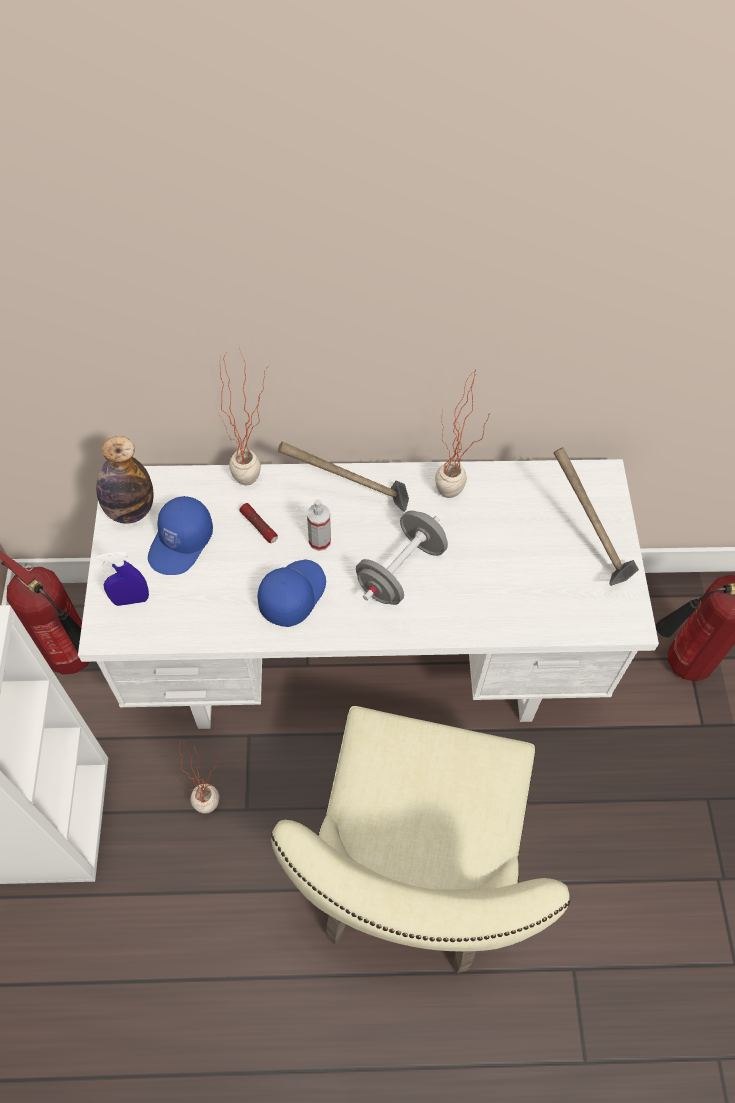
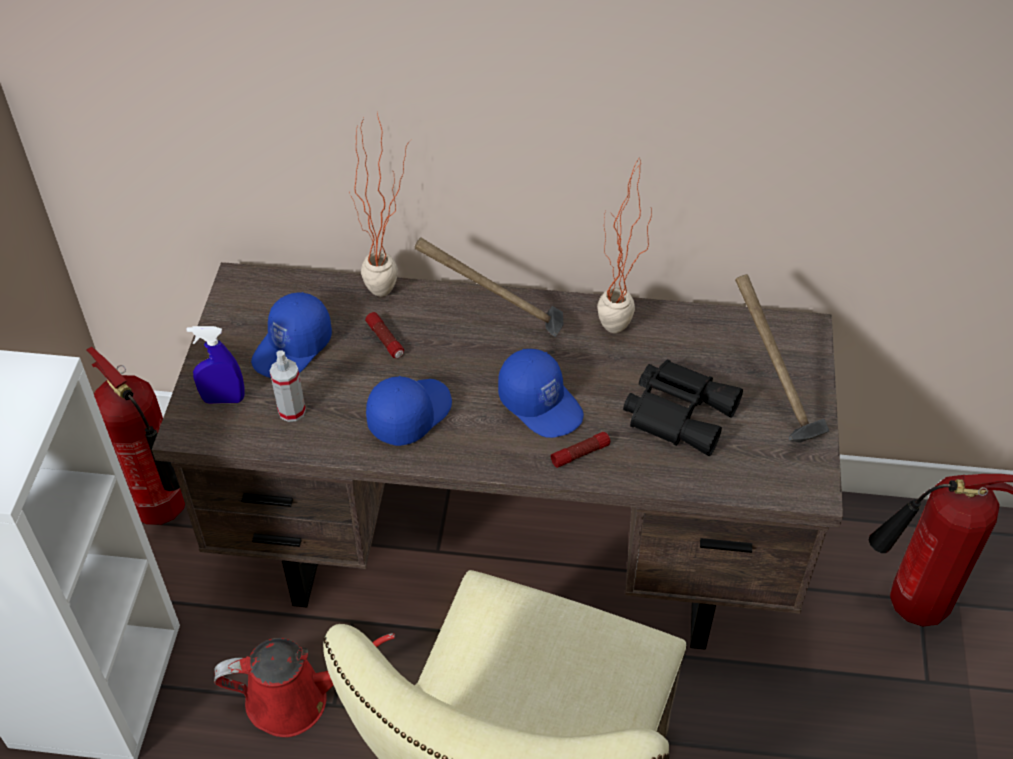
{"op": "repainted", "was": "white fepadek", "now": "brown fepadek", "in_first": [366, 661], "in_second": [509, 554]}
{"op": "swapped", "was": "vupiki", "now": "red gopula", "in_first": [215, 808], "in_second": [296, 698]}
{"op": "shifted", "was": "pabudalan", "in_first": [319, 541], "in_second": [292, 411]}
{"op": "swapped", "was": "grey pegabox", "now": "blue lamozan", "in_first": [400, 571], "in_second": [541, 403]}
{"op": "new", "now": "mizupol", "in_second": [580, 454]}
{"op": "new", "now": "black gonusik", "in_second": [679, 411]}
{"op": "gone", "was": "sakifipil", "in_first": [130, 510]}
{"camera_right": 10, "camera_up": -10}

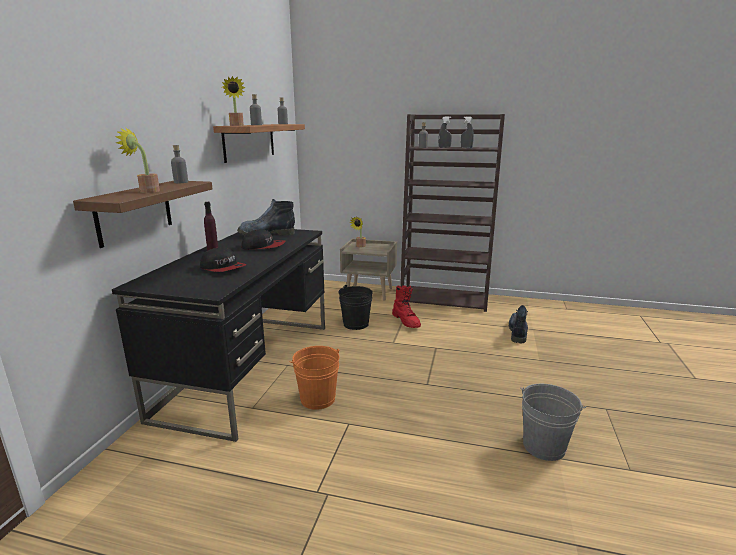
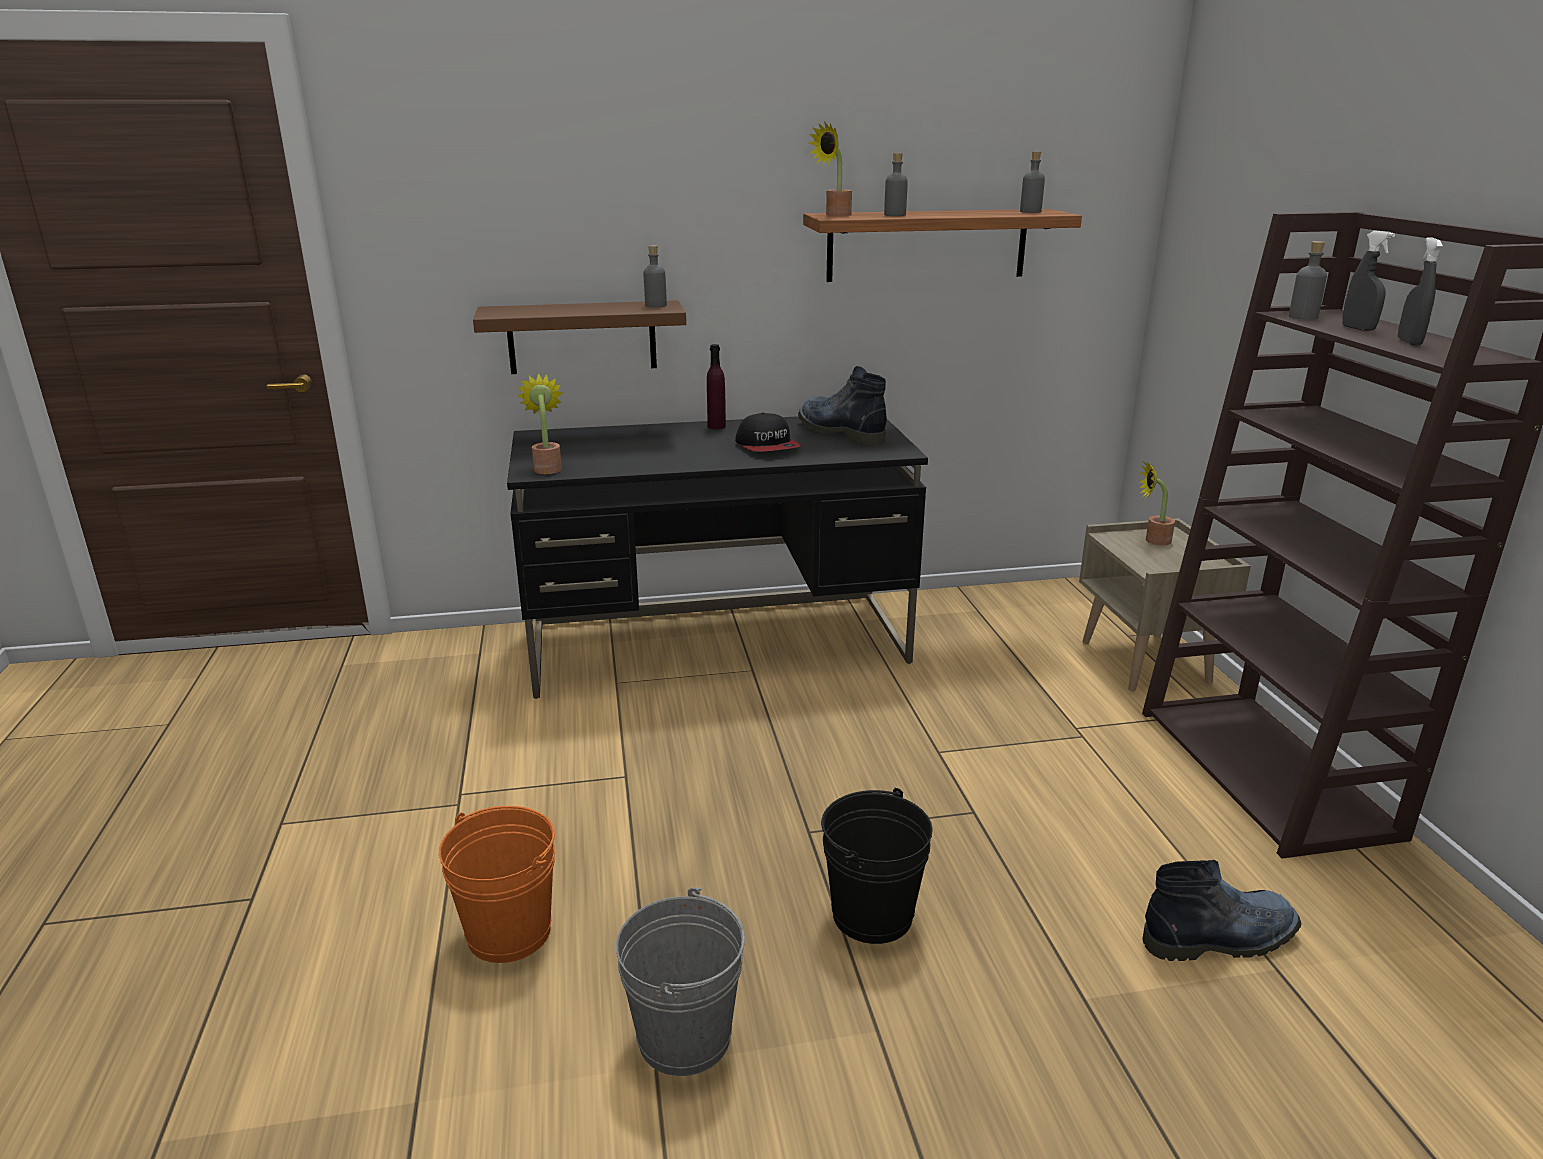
{"op": "shifted", "was": "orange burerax", "in_first": [318, 399], "in_second": [509, 932]}
{"op": "shifted", "was": "vupiki", "in_first": [146, 191], "in_second": [547, 468]}
{"op": "shifted", "was": "black burerax", "in_first": [355, 324], "in_second": [872, 914]}
{"op": "gone", "was": "lamozan", "in_first": [223, 268]}
{"op": "gone", "was": "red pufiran", "in_first": [406, 321]}
{"camera_right": 65, "camera_up": 5}

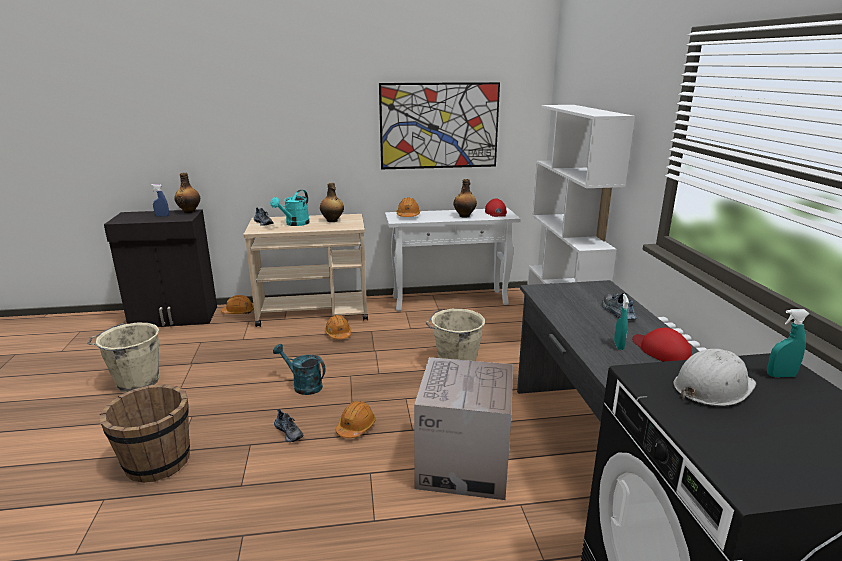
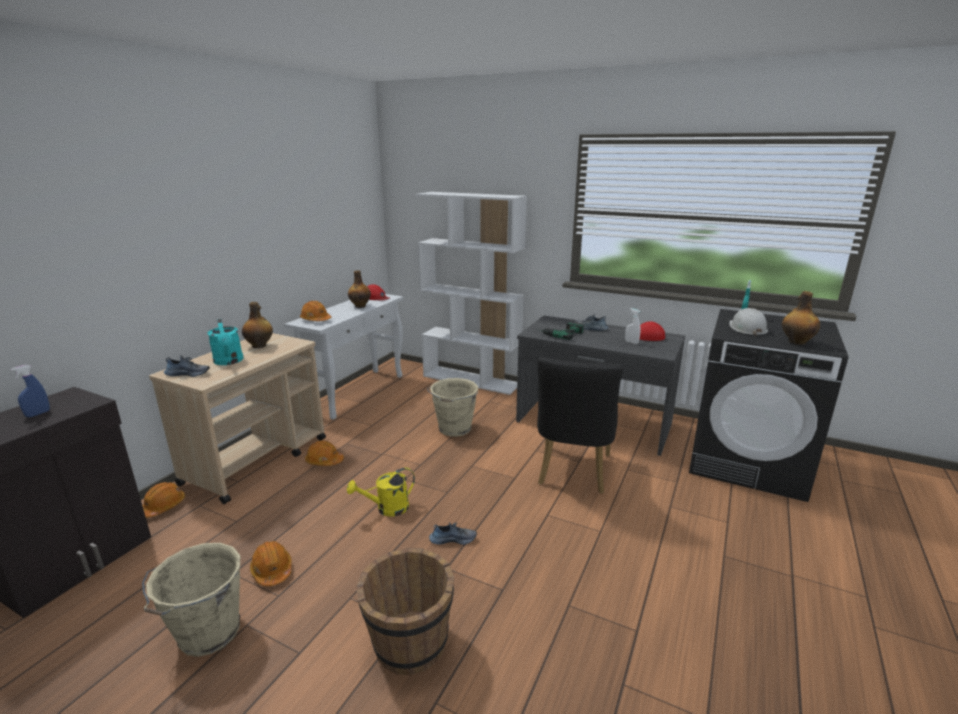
{"op": "shifted", "was": "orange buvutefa", "in_first": [356, 427], "in_second": [272, 570]}
{"op": "repainted", "was": "turquoise gopula", "now": "yellow gopula", "in_first": [303, 385], "in_second": [387, 509]}
{"op": "new", "now": "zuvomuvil", "in_second": [558, 333]}
{"op": "swapped", "was": "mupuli", "now": "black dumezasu", "in_first": [463, 464], "in_second": [572, 473]}
{"op": "repainted", "was": "turquoise pabudalan", "now": "white pabudalan", "in_first": [618, 345], "in_second": [631, 342]}
{"op": "shifted", "was": "sakifipil", "in_first": [189, 211], "in_second": [796, 342]}
{"op": "gone", "was": "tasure", "in_first": [439, 126]}
{"camera_right": -55, "camera_up": 0}

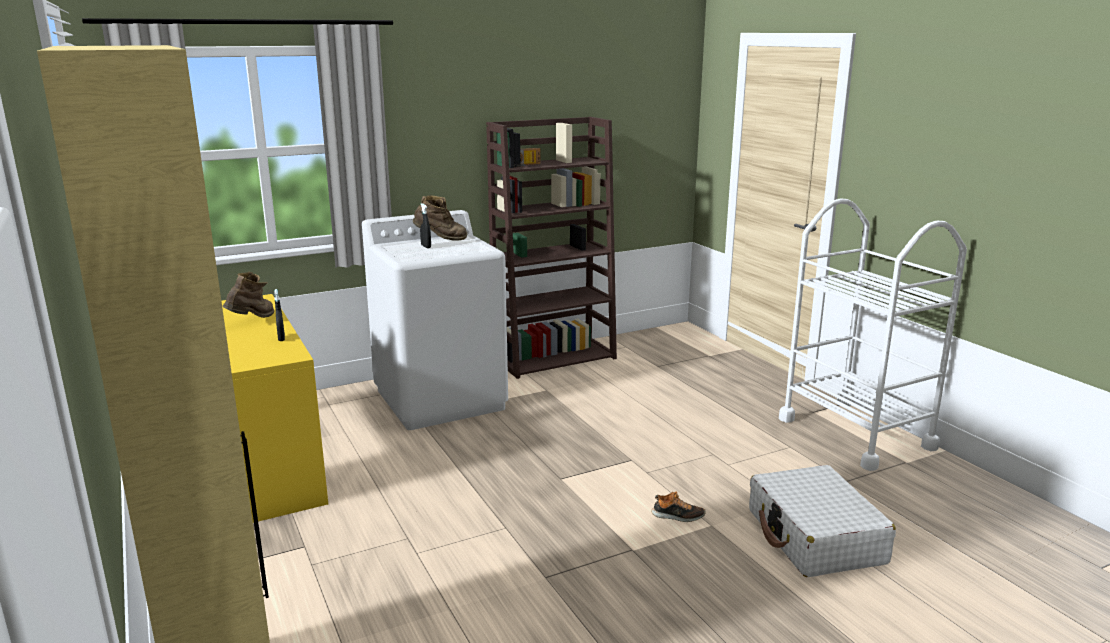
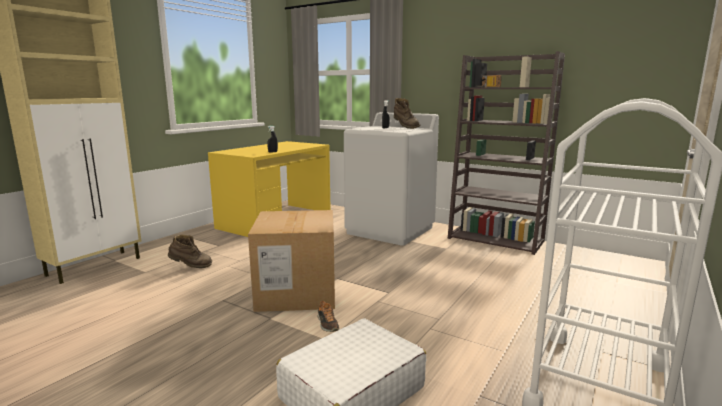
{"op": "shifted", "was": "brown pufiran", "in_first": [252, 320], "in_second": [190, 267]}
{"op": "new", "now": "mupuli", "in_second": [297, 292]}
{"camera_right": 60, "camera_up": -5}

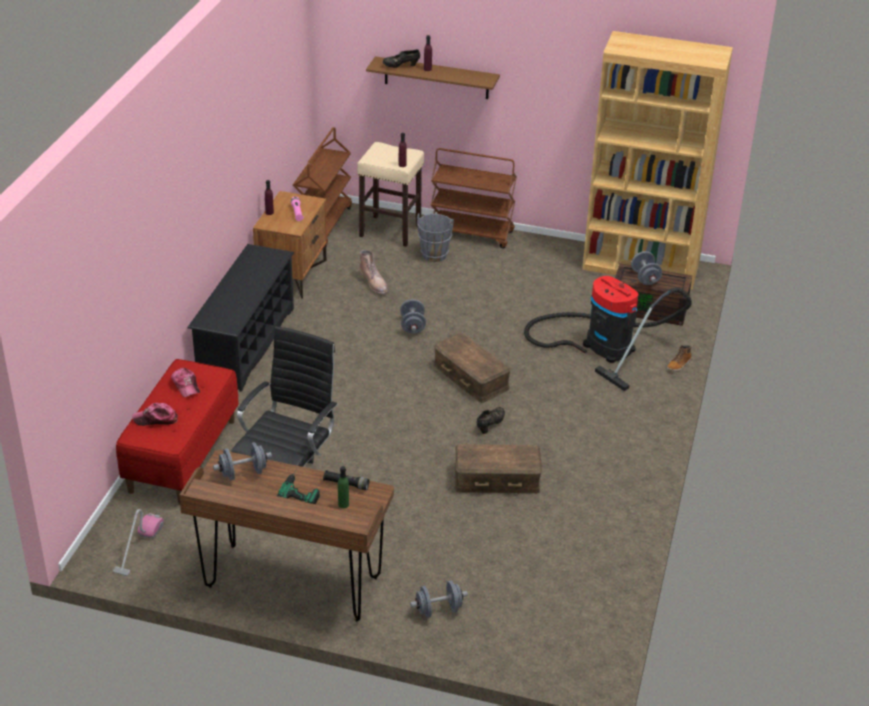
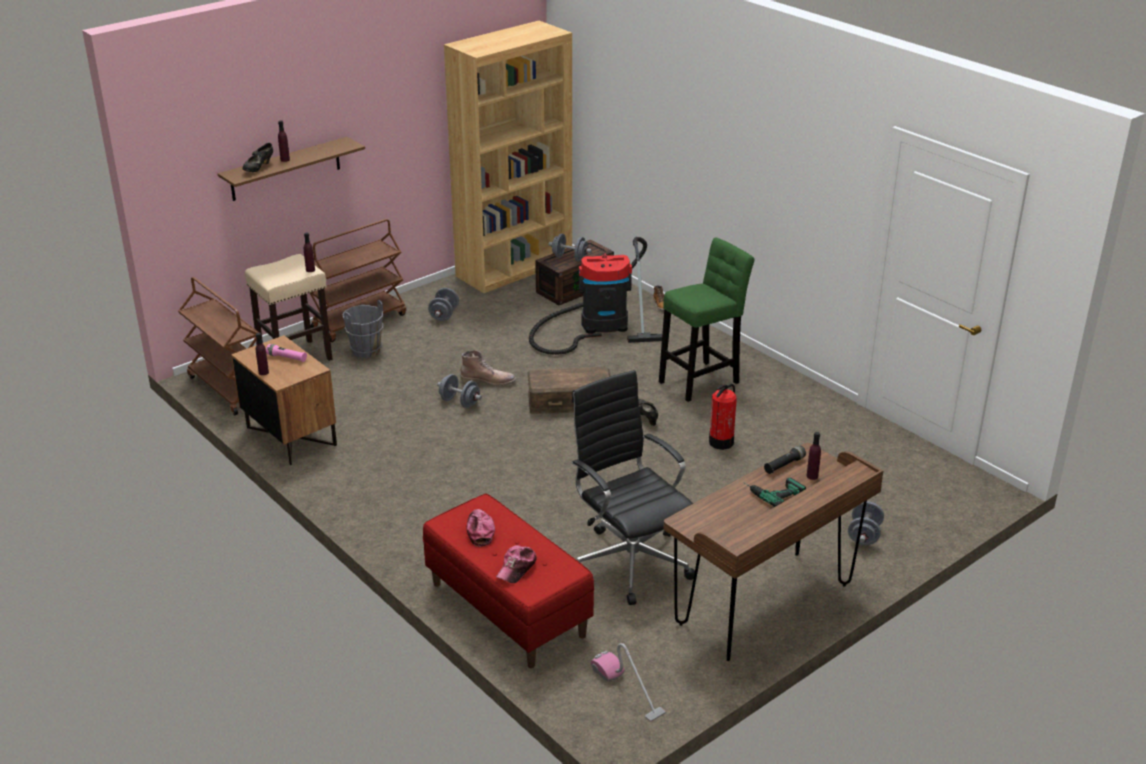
{"op": "shifted", "was": "grey pegabox", "in_first": [243, 473], "in_second": [444, 315]}
{"op": "shifted", "was": "brown pufiran", "in_first": [374, 284], "in_second": [488, 381]}
{"op": "rotated", "was": "lamozan", "in_first": [186, 385], "in_second": [480, 530], "clockwise": -105}
{"op": "new", "now": "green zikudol", "in_second": [702, 380]}
{"op": "swapped", "was": "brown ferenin", "now": "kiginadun", "in_first": [496, 479], "in_second": [721, 442]}
{"op": "repainted", "was": "green sakifipil", "now": "purple sakifipil", "in_first": [343, 504], "in_second": [812, 476]}
{"op": "gone", "was": "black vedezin", "in_first": [246, 344]}
{"camera_right": -55, "camera_up": -5}

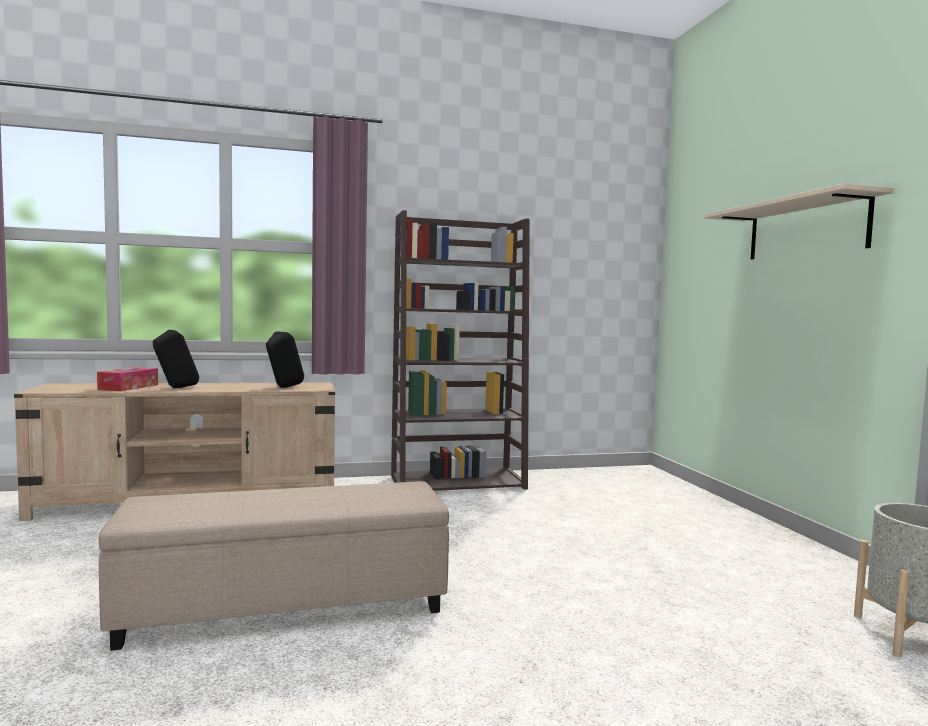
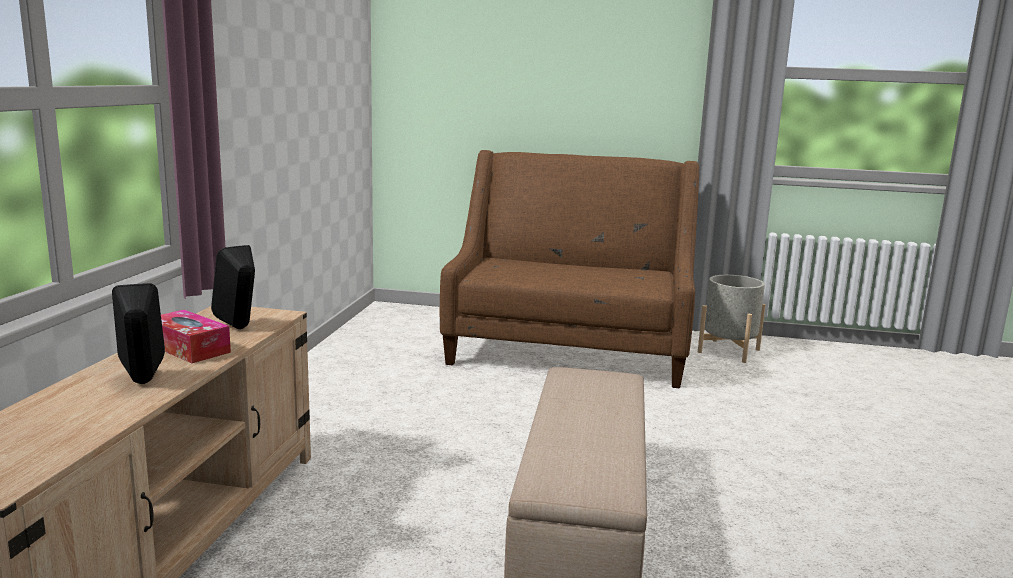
{"op": "shifted", "was": "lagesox", "in_first": [128, 387], "in_second": [188, 348]}
{"op": "new", "now": "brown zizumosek", "in_second": [568, 351]}
{"op": "gone", "was": "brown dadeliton", "in_first": [458, 482]}
{"op": "gone", "was": "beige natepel", "in_first": [806, 229]}
{"camera_right": -65, "camera_up": 10}

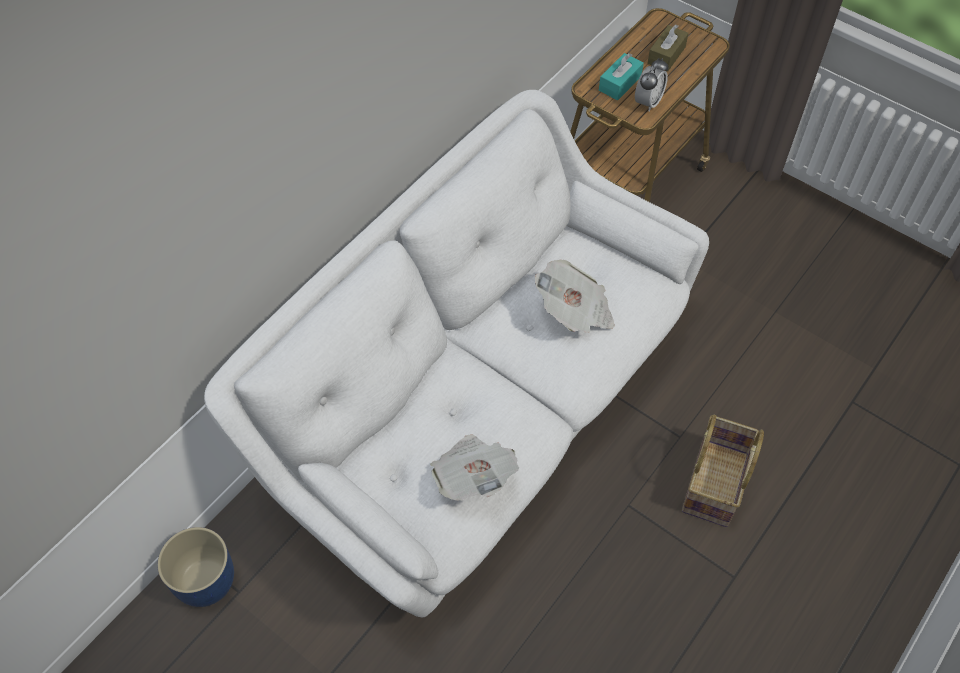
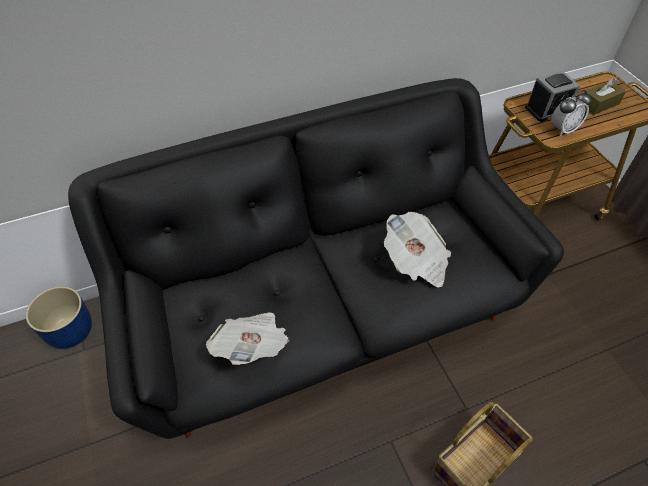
{"op": "repainted", "was": "white zizumosek", "now": "black zizumosek", "in_first": [480, 410], "in_second": [324, 310]}
{"op": "swapped", "was": "turquoise lagesox", "now": "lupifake", "in_first": [620, 83], "in_second": [547, 110]}
{"camera_right": 30, "camera_up": -5}

